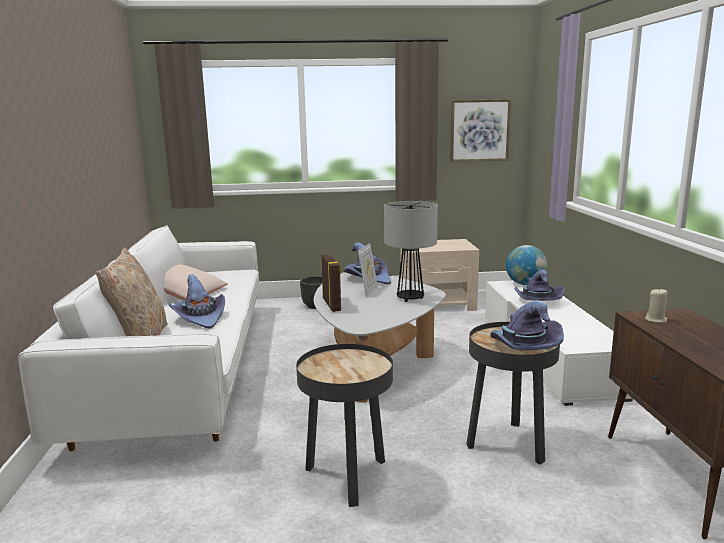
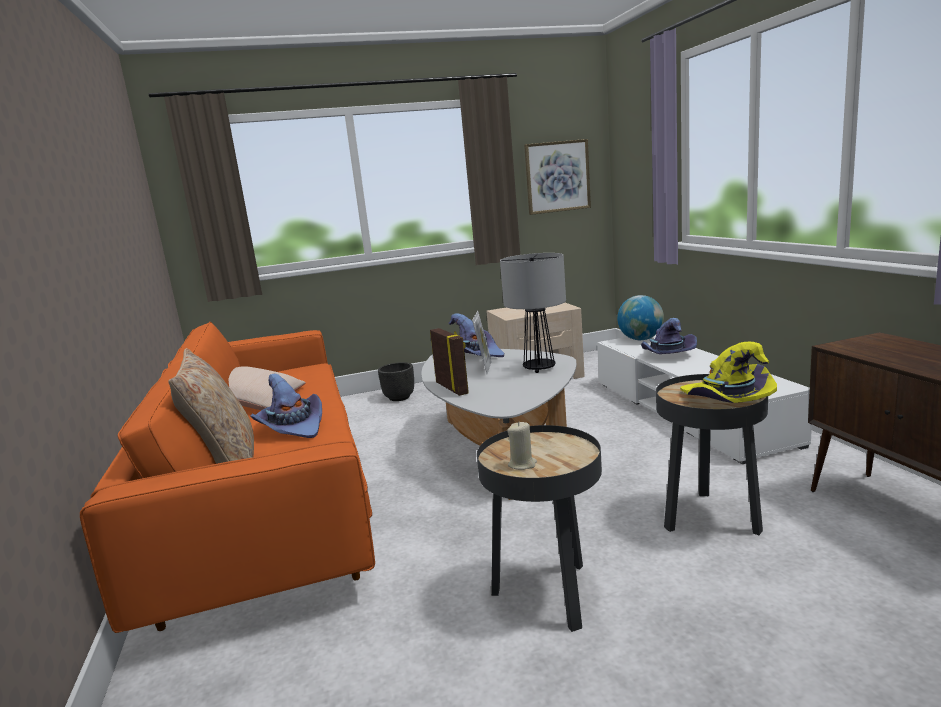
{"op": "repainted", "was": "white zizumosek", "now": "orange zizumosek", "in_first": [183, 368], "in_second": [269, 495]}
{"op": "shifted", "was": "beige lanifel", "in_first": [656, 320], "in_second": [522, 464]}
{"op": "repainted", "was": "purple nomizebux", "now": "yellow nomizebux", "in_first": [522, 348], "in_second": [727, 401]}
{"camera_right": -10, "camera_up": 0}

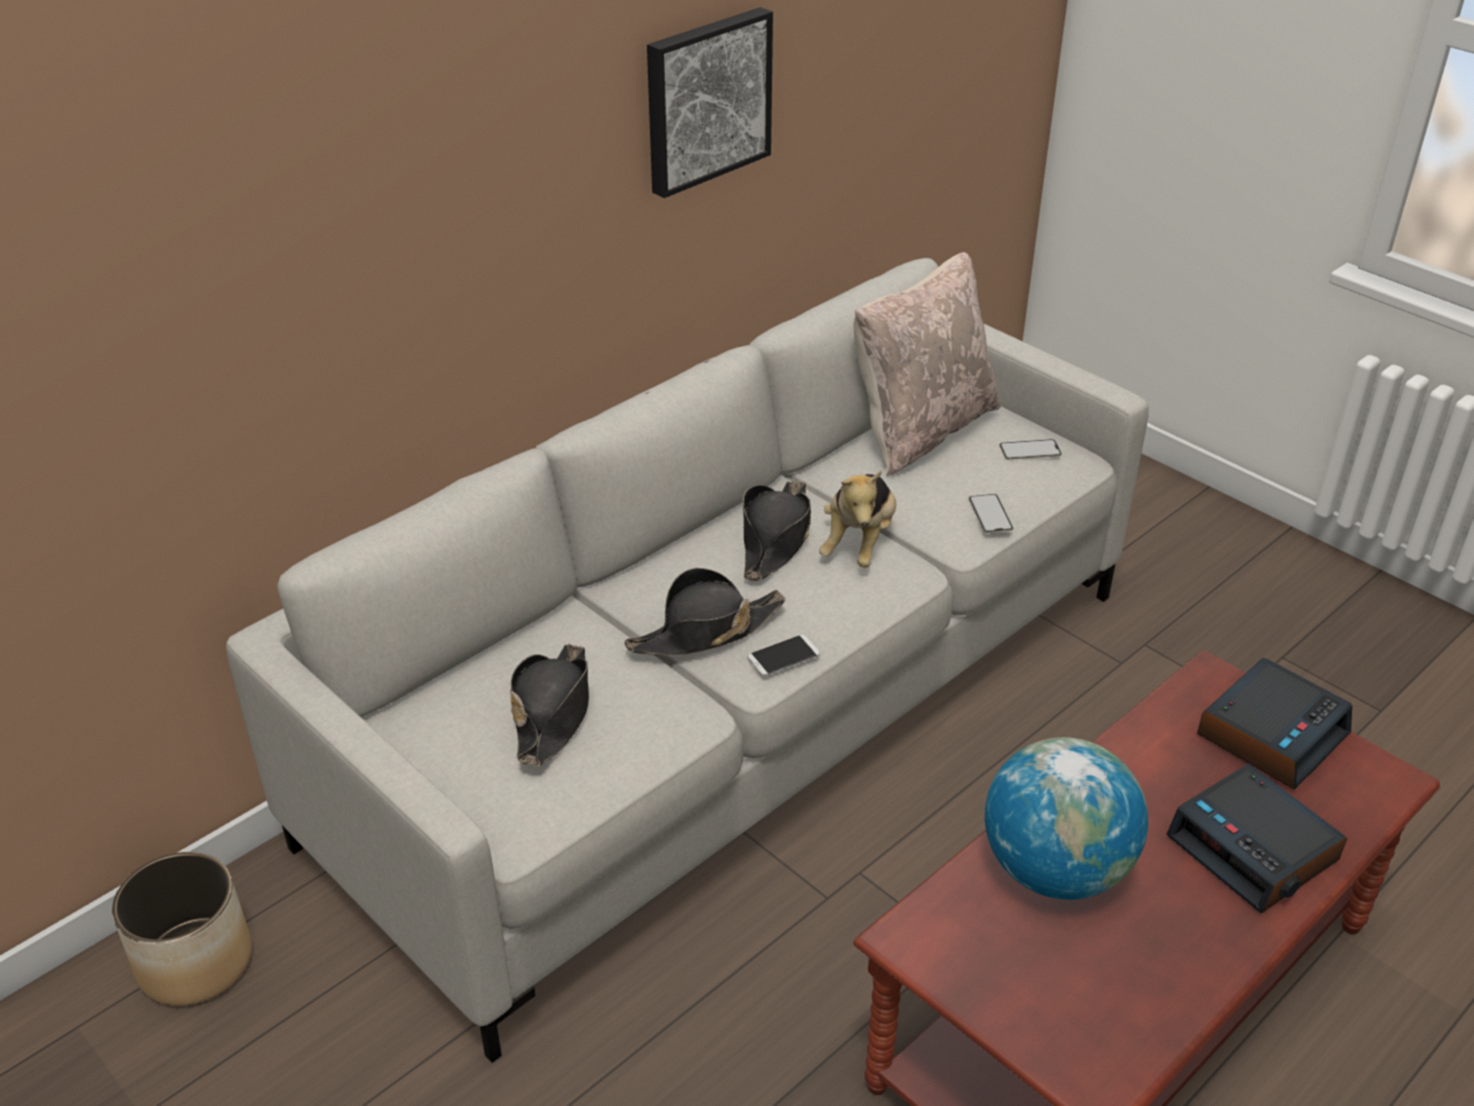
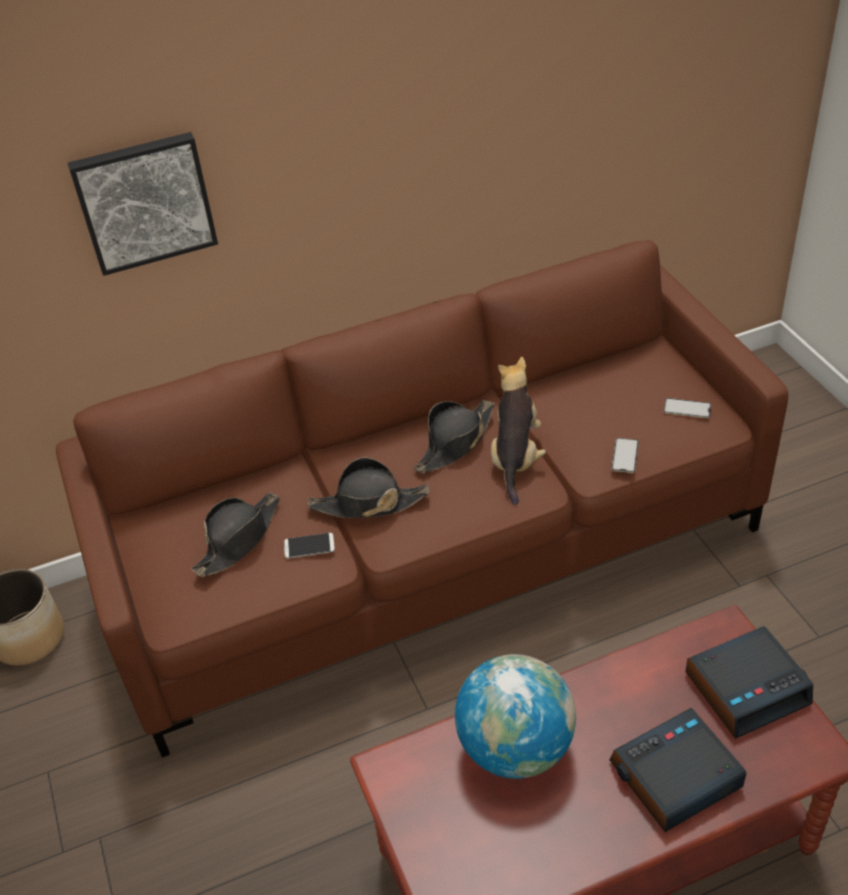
{"op": "repainted", "was": "grey zizumosek", "now": "brown zizumosek", "in_first": [737, 713], "in_second": [434, 555]}
{"op": "shifted", "was": "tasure", "in_first": [705, 100], "in_second": [144, 201]}
{"op": "shifted", "was": "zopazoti", "in_first": [783, 656], "in_second": [309, 546]}
{"op": "rotated", "was": "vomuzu", "in_first": [859, 543], "in_second": [515, 458], "clockwise": 150}
{"op": "rotated", "was": "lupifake", "in_first": [1254, 849], "in_second": [675, 777], "clockwise": 75}
{"op": "gone", "was": "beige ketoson", "in_first": [920, 430]}
{"camera_right": 25, "camera_up": 5}

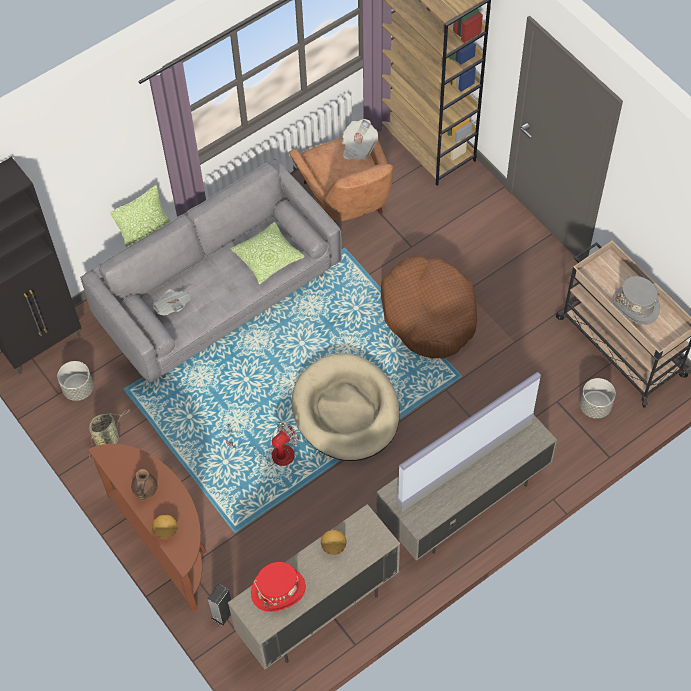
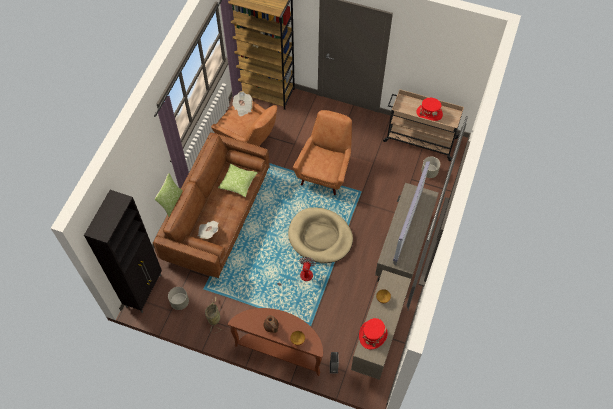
{"op": "repainted", "was": "grey zizumosek", "now": "brown zizumosek", "in_first": [218, 294], "in_second": [217, 216]}
{"op": "swapped", "was": "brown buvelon", "now": "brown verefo", "in_first": [429, 314], "in_second": [325, 171]}
{"op": "repainted", "was": "grey nomizebux", "now": "red nomizebux", "in_first": [635, 306], "in_second": [429, 113]}
{"camera_right": -35, "camera_up": 0}

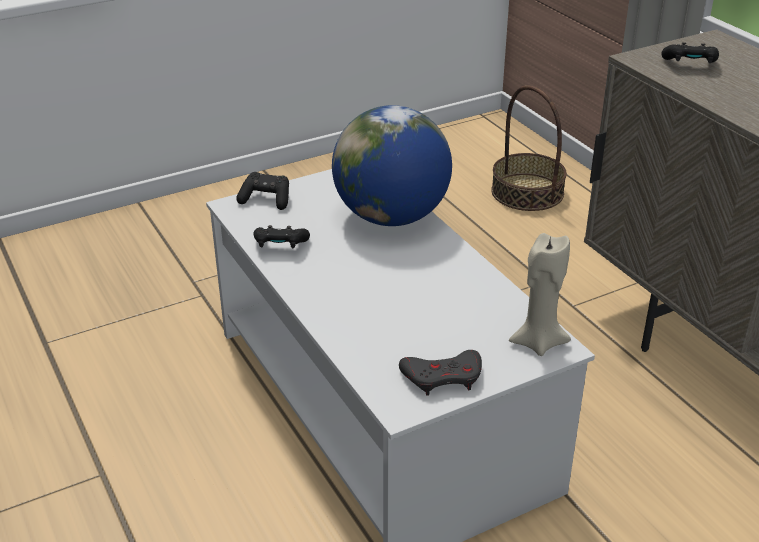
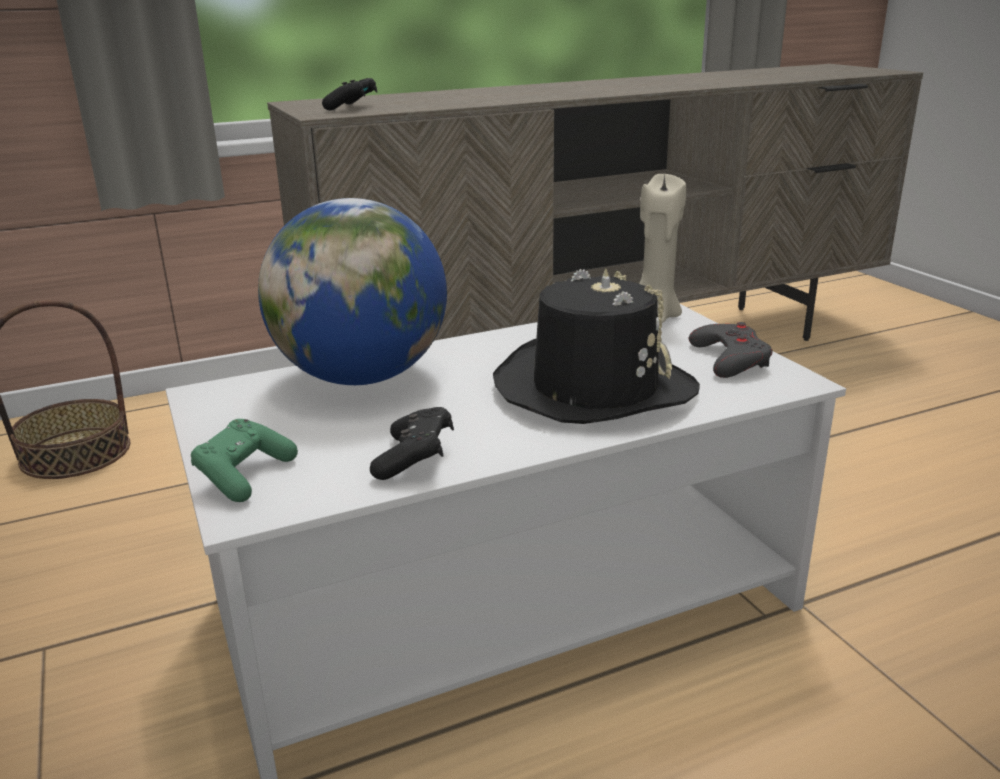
{"op": "repainted", "was": "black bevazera", "now": "green bevazera", "in_first": [266, 200], "in_second": [244, 476]}
{"op": "new", "now": "black nomizebux", "in_second": [593, 387]}
{"camera_right": -85, "camera_up": -10}

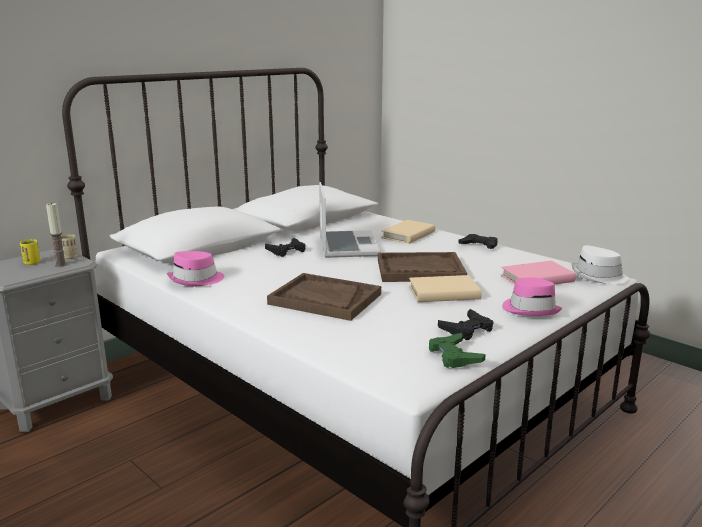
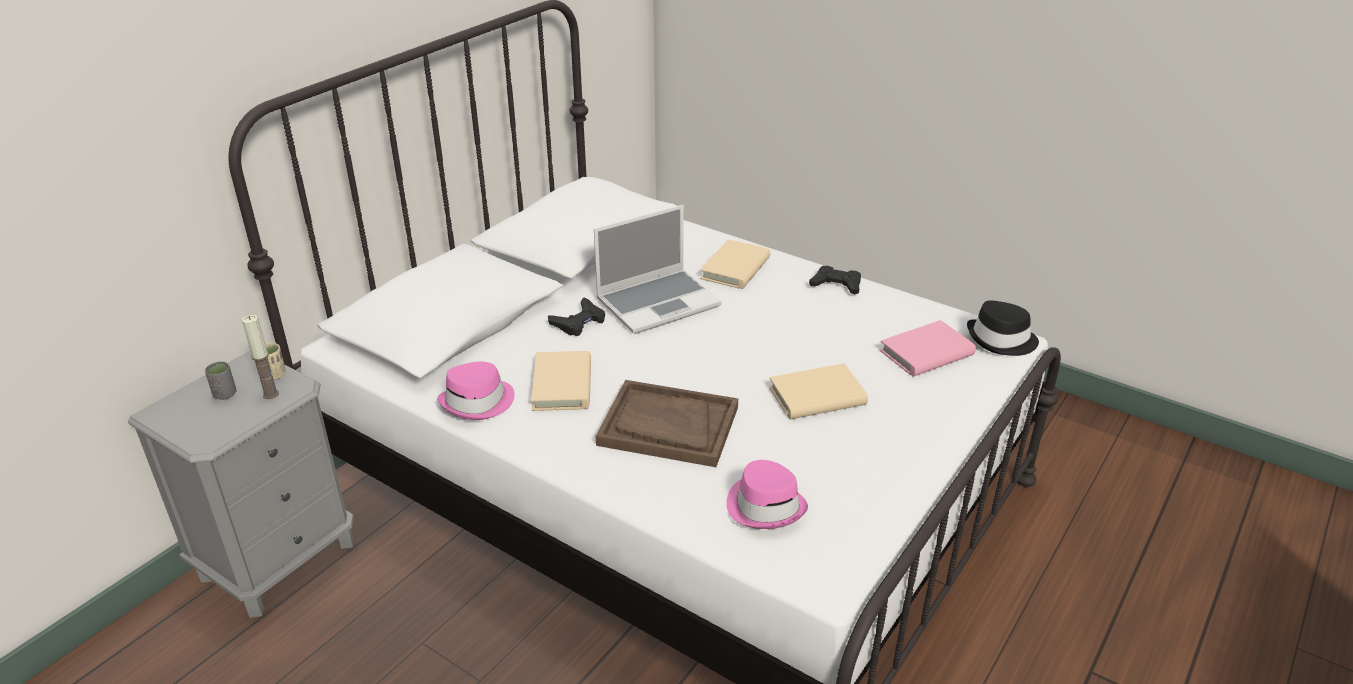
{"op": "repainted", "was": "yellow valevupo", "now": "grey valevupo", "in_first": [32, 263], "in_second": [225, 394]}
{"op": "new", "now": "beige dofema", "in_second": [562, 385]}
{"op": "rotated", "was": "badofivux", "in_first": [347, 246], "in_second": [658, 302], "clockwise": 75}
{"op": "shifted", "was": "pink nomizebux", "in_first": [530, 309], "in_second": [765, 506]}
{"op": "repainted", "was": "white nomizebux", "now": "black nomizebux", "in_first": [599, 276], "in_second": [1001, 340]}
{"op": "gone", "was": "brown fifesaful", "in_first": [419, 270]}
{"op": "gone", "was": "green bevazera", "in_first": [454, 356]}
{"op": "gone", "was": "black bevazera", "in_first": [467, 329]}
{"camera_right": -10, "camera_up": 15}

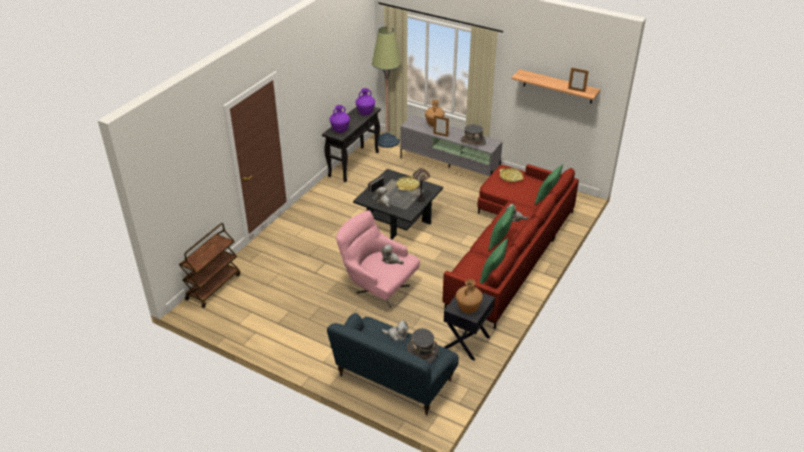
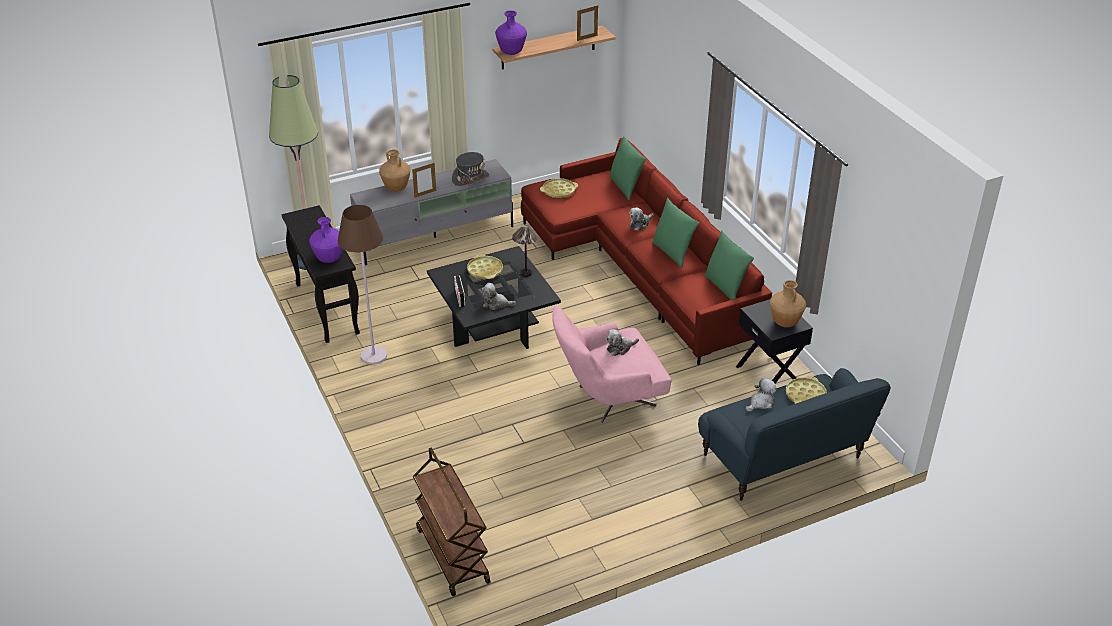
{"op": "new", "now": "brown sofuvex", "in_second": [373, 355]}
{"op": "shifted", "was": "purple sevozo", "in_first": [365, 113], "in_second": [511, 52]}
{"op": "swapped", "was": "grey nomizebux", "now": "yellow fifesaful", "in_first": [422, 351], "in_second": [805, 395]}
{"camera_right": -55, "camera_up": 0}

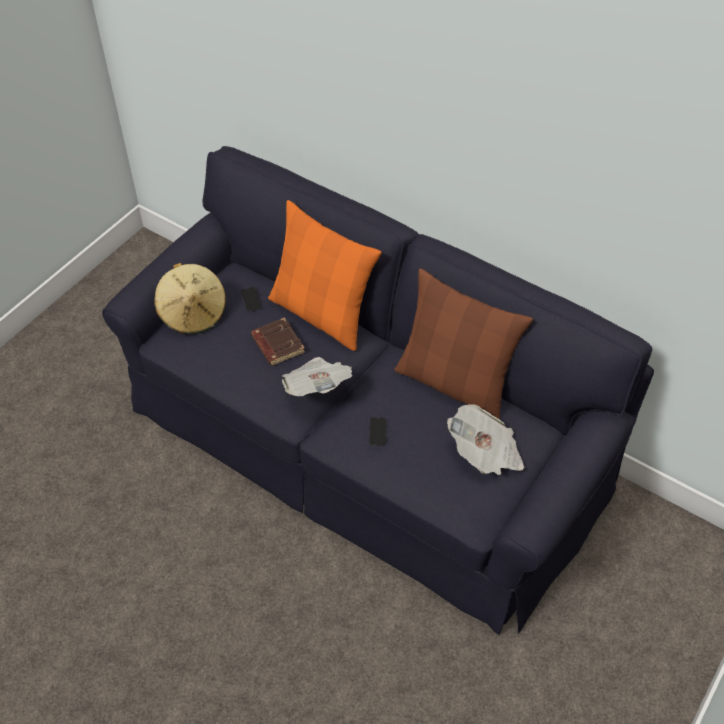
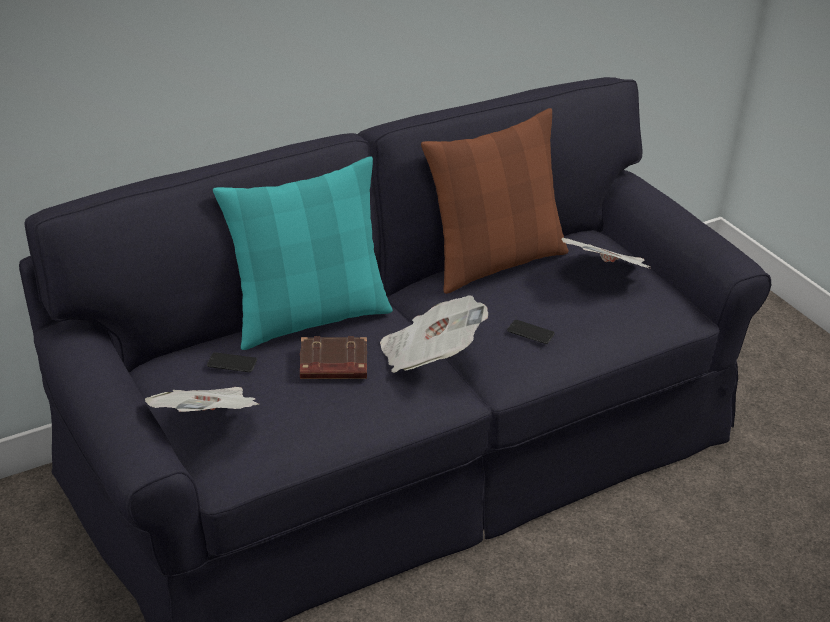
{"op": "swapped", "was": "beige nomizebux", "now": "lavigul", "in_first": [193, 313], "in_second": [208, 421]}
{"op": "repainted", "was": "orange ketoson", "now": "turquoise ketoson", "in_first": [321, 314], "in_second": [309, 317]}
{"camera_right": -65, "camera_up": -15}

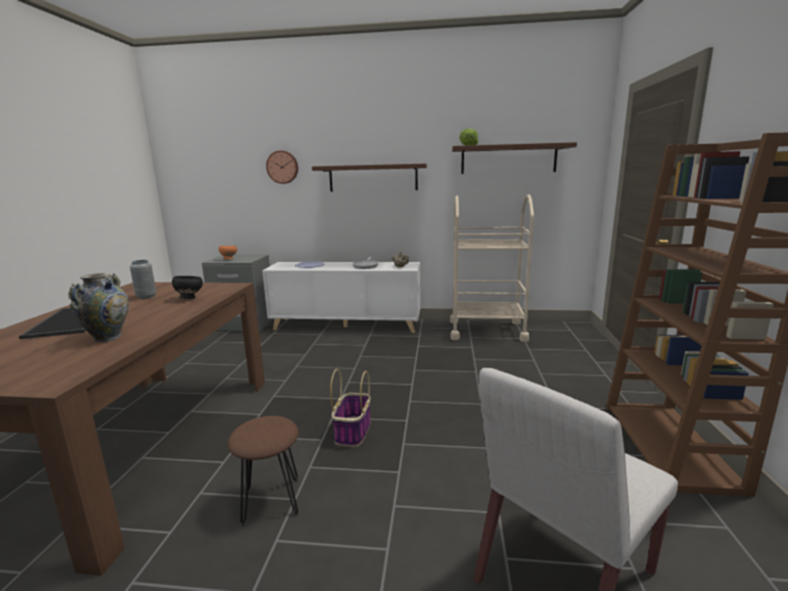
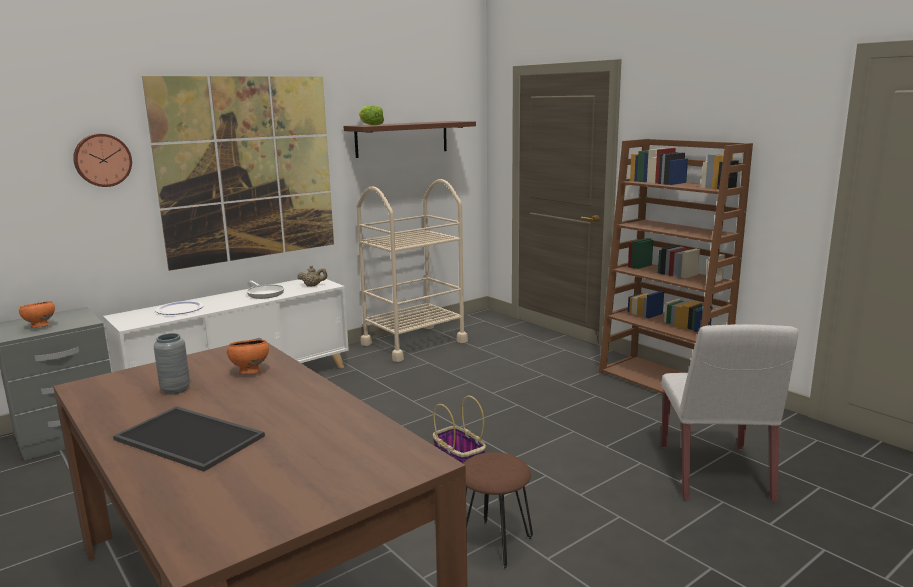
{"op": "swapped", "was": "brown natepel", "now": "tasure", "in_first": [373, 178], "in_second": [248, 169]}
{"op": "repainted", "was": "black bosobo", "now": "orange bosobo", "in_first": [189, 298], "in_second": [249, 373]}
{"op": "gone", "was": "sevozo", "in_first": [108, 337]}
{"camera_right": -45, "camera_up": 0}

